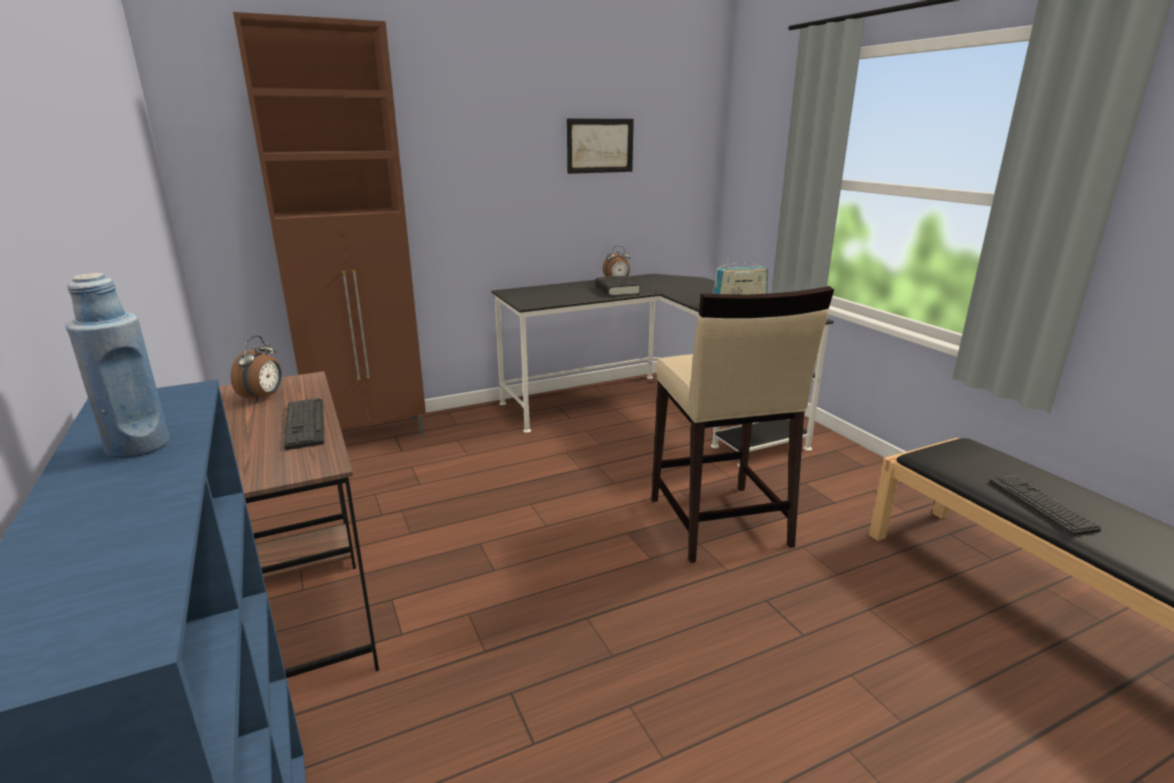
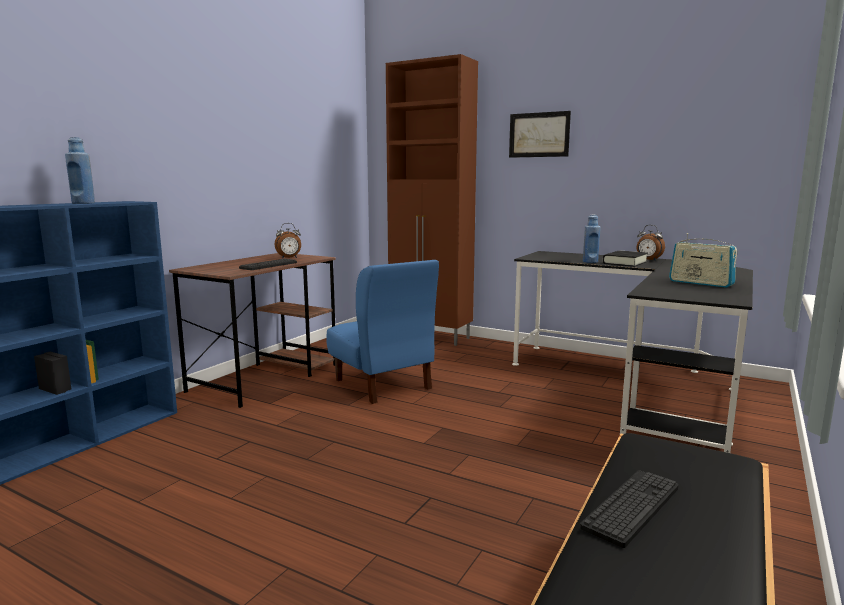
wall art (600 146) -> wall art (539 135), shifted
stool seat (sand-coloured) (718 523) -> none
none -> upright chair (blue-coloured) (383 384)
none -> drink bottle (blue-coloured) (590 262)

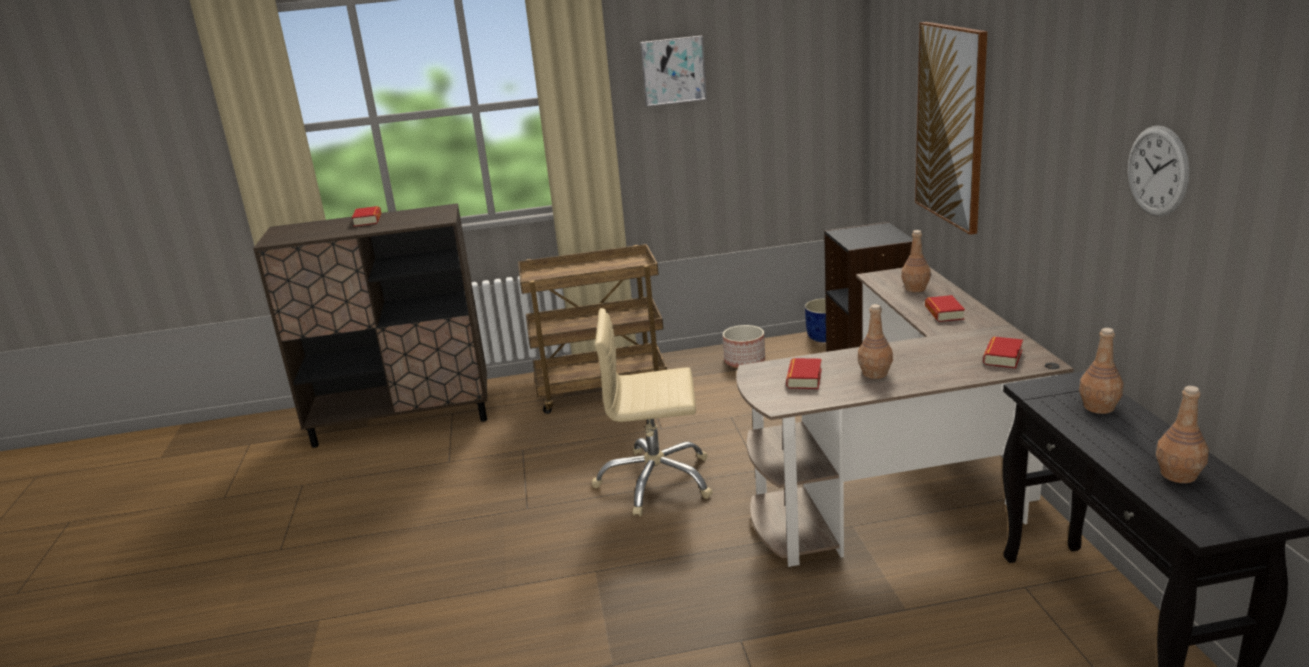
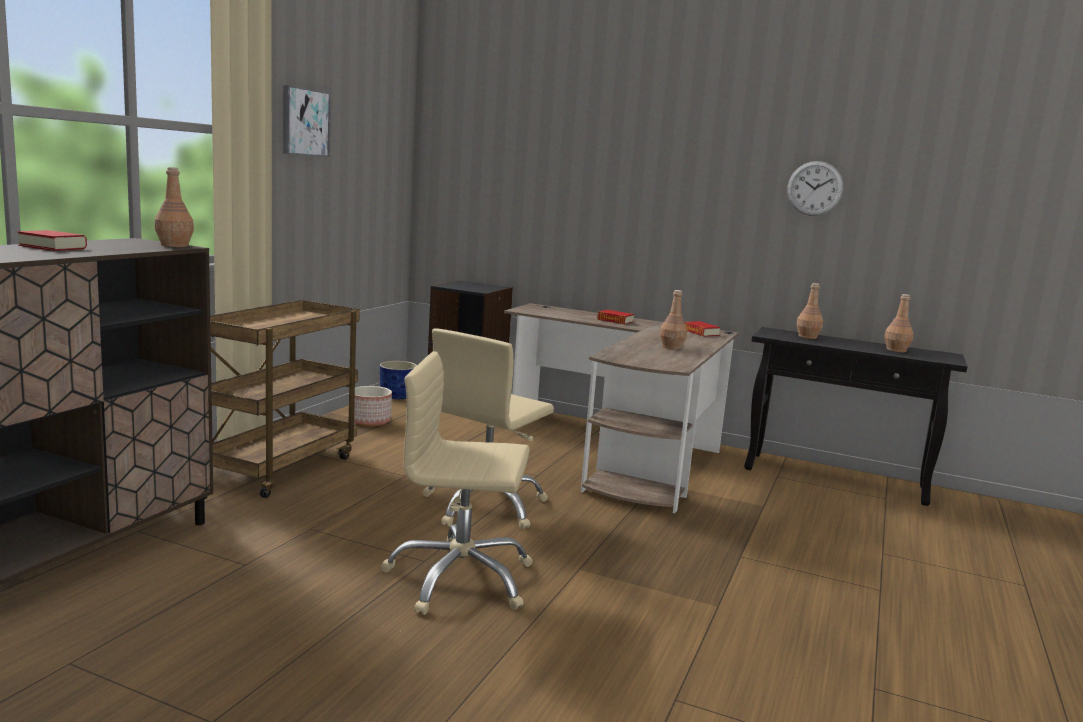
volume (804 378) -> none
drink bottle (brown-coloured) (915 288) -> drink bottle (brown-coloured) (174 245), shifted
wall art (951 125) -> none
none -> desk chair (sand-coloured) (459 579)

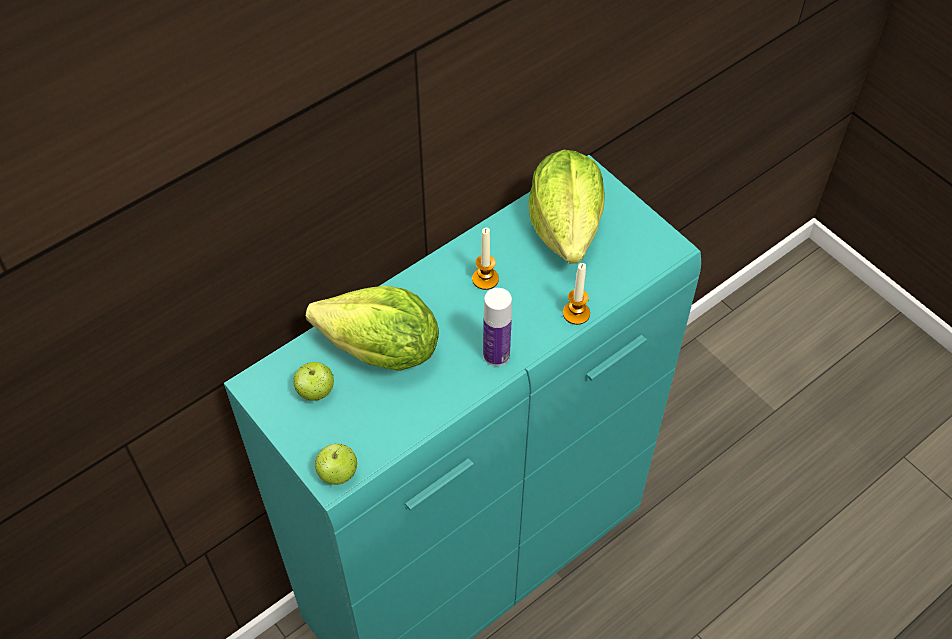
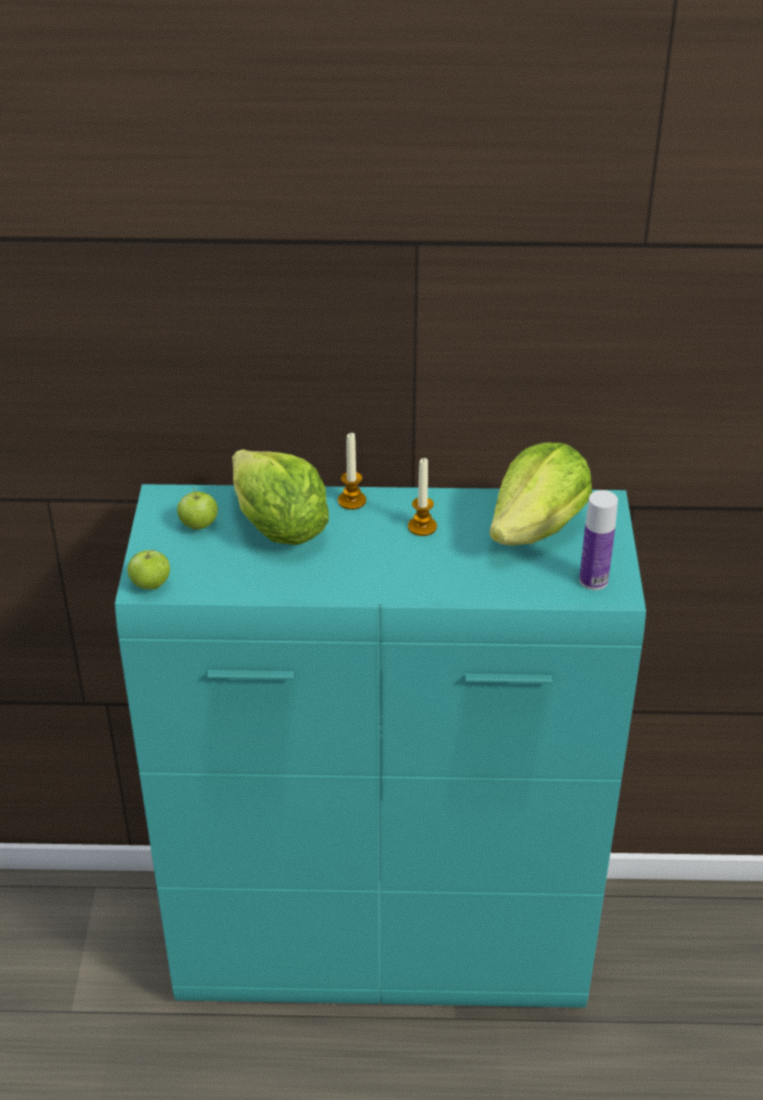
drink bottle (496 355) -> drink bottle (593 580), shifted
wax light (576 313) -> wax light (352 501), shifted

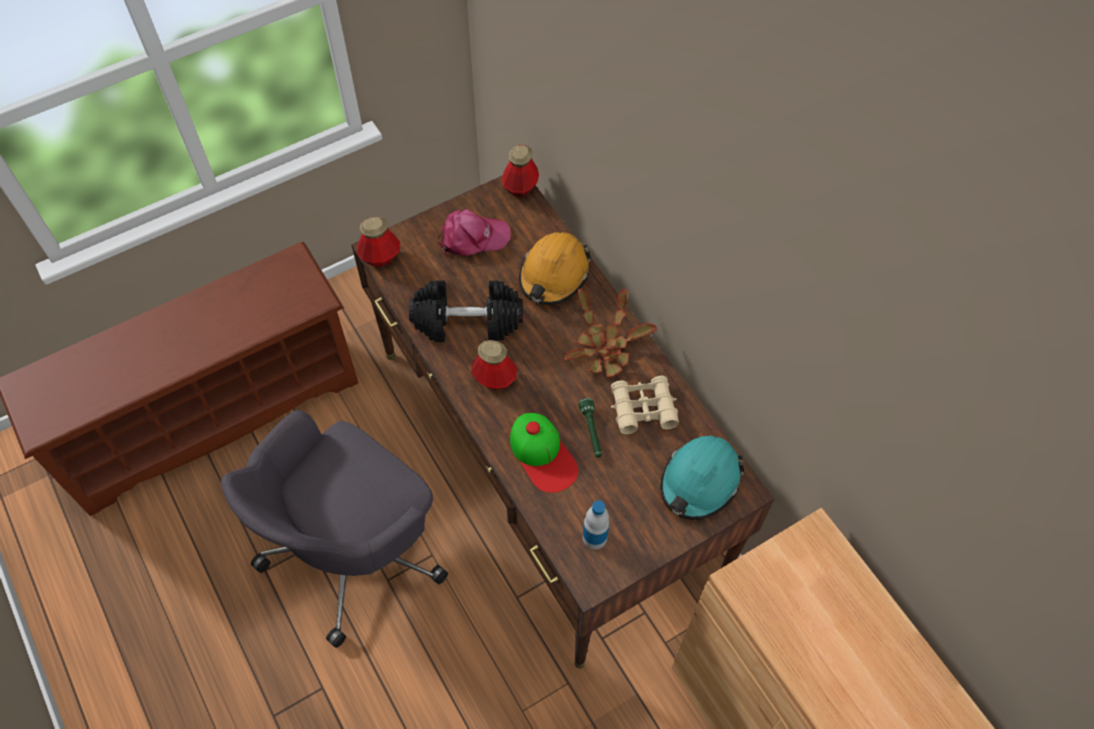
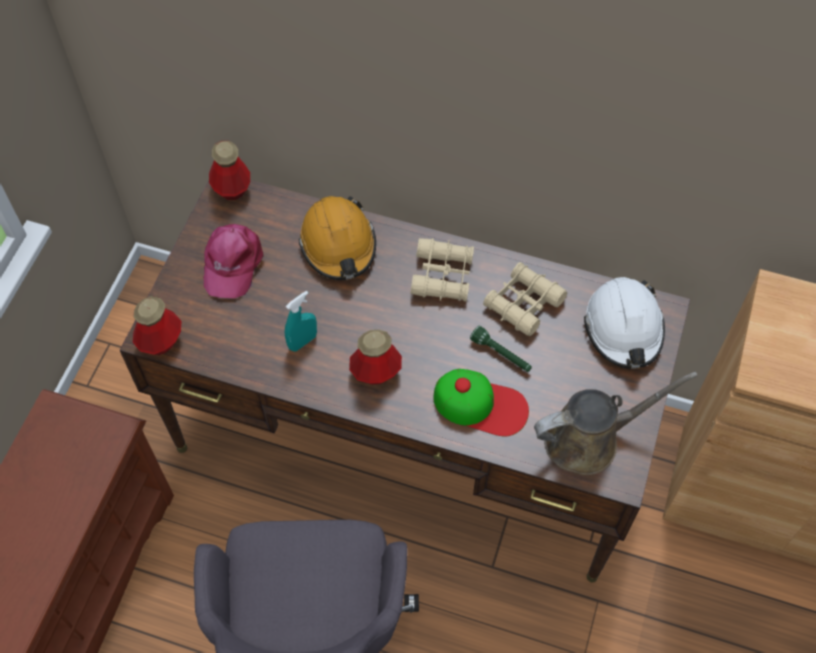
dumbbell (black-coloured) (467 323) -> spray bottle (blue-green) (302 341)
peaked cap (pinkish) (472 237) -> peaked cap (pinkish) (232 263), 150 degrees clockwise
potted plant (605 347) -> field glasses (sand-coloured) (442 275)
drink bottle (594 537) -> watering can (brown-coloured) (589 439)
hard hat (blue-green) (699 481) -> hard hat (whitish) (624 329)

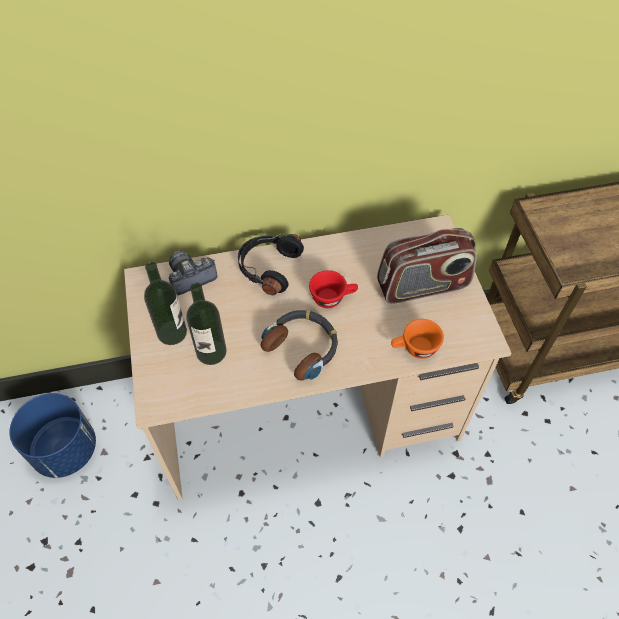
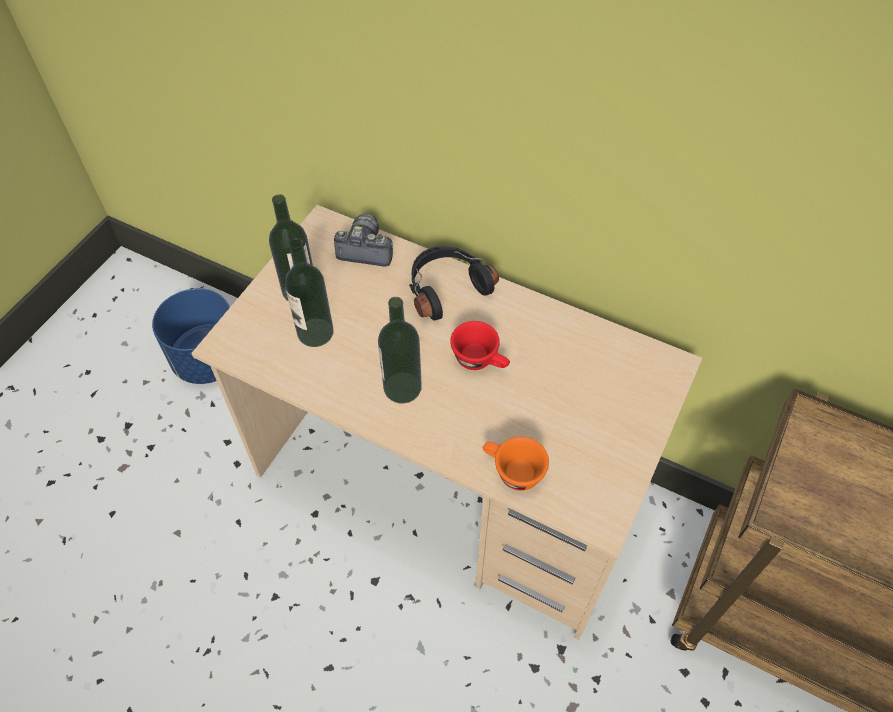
pair of headphones (303 347) -> drink bottle (402 387)
radio set (423 286) -> none

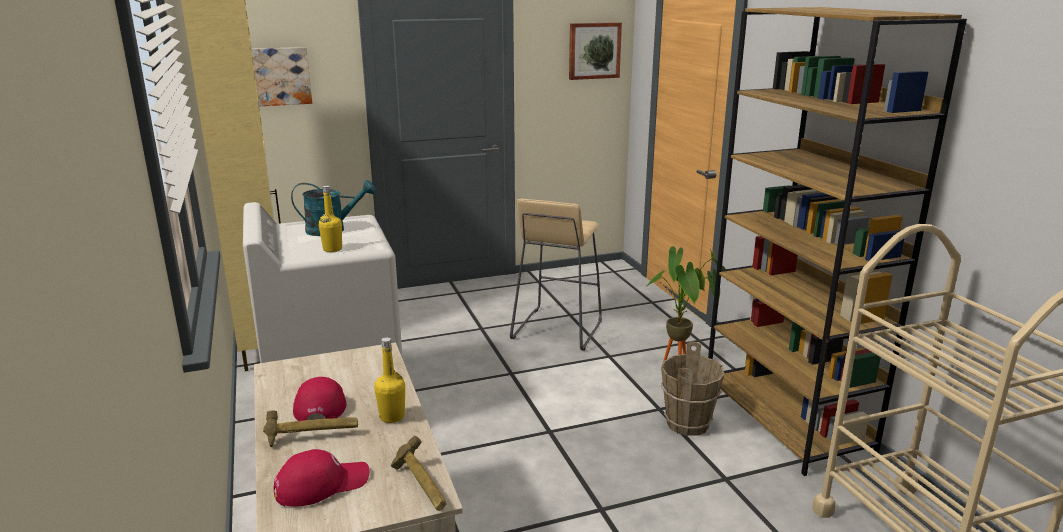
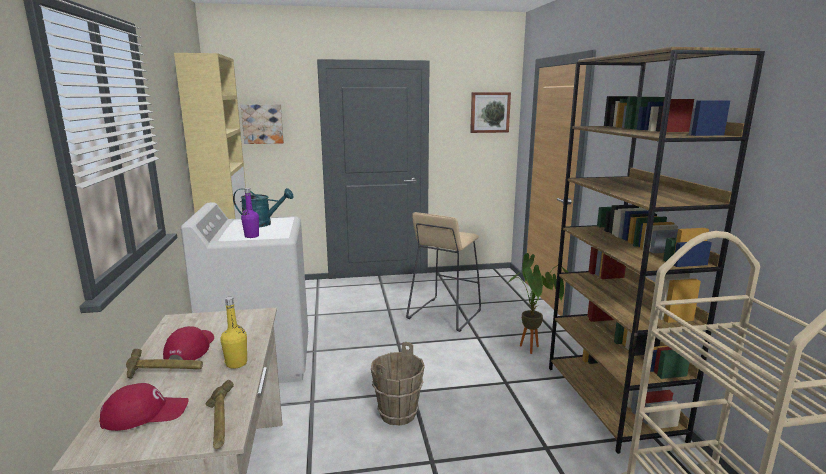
drink bottle (yellowish) (332 249) -> drink bottle (purple) (251 236)
water bucket (brown-coloured) (688 424) -> water bucket (brown-coloured) (398 414), shifted

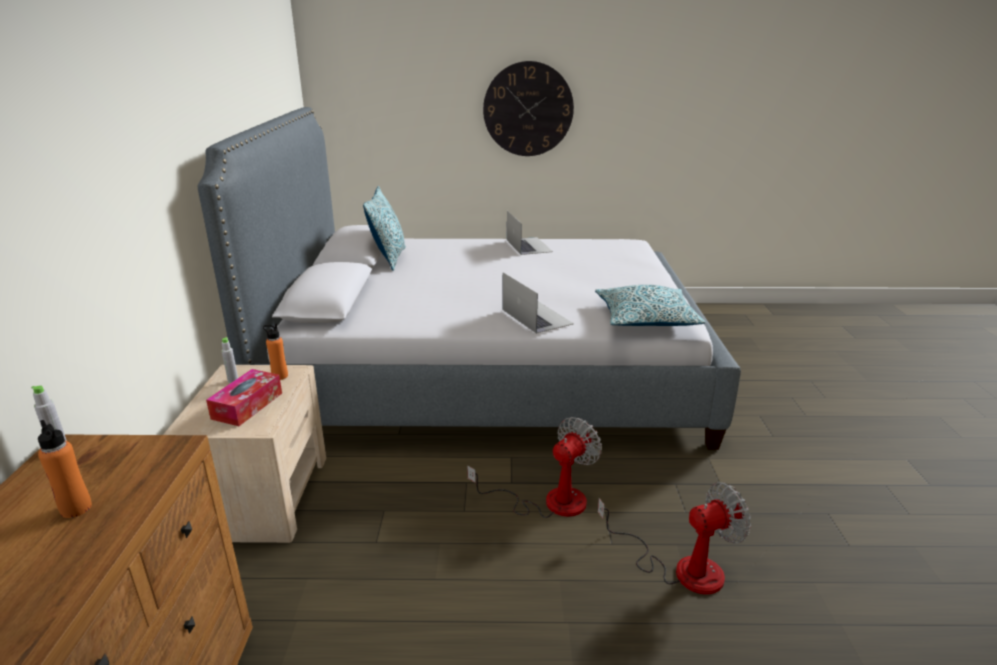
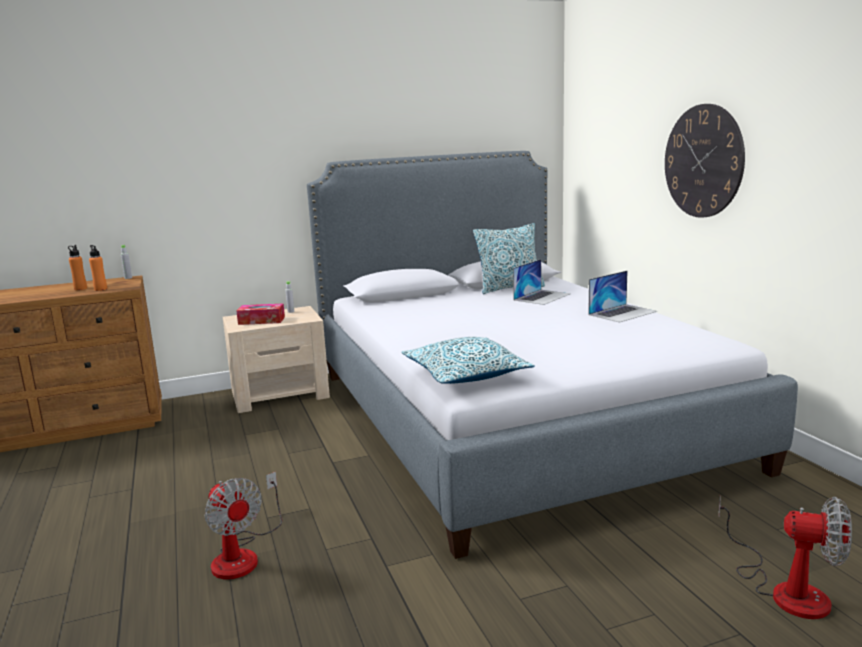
drink bottle (orangey) (280 376) -> drink bottle (orangey) (100 289), shifted
electric fan (550 502) -> electric fan (785 589), shifted
notebook computer (536 316) -> notebook computer (542 297), shifted

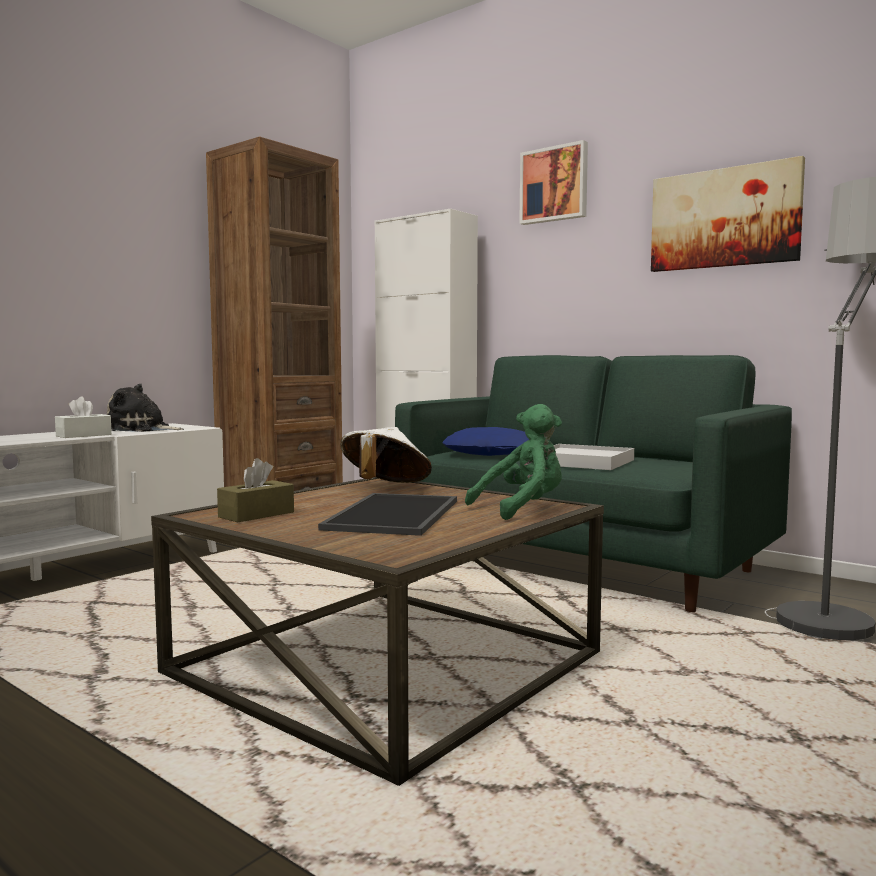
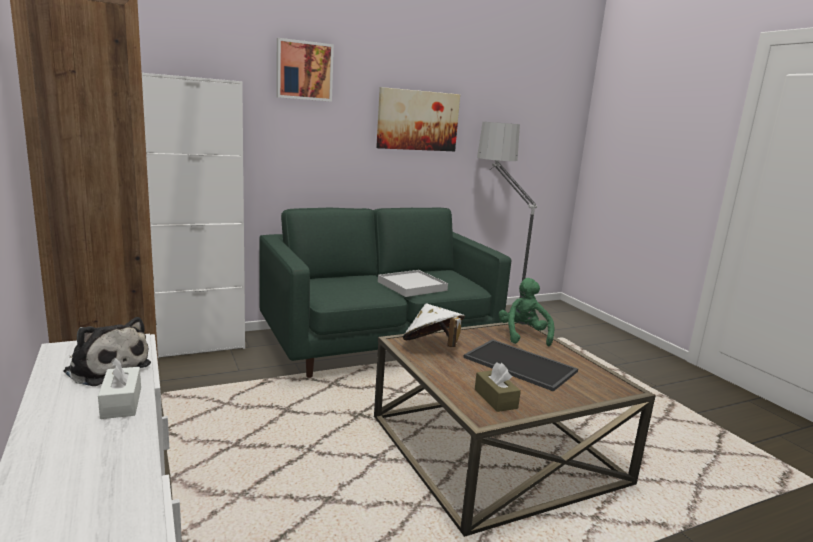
soft toy (141 430) -> soft toy (106 368), 90 degrees counterclockwise
pillow (blue-coloured) (491 453) -> none

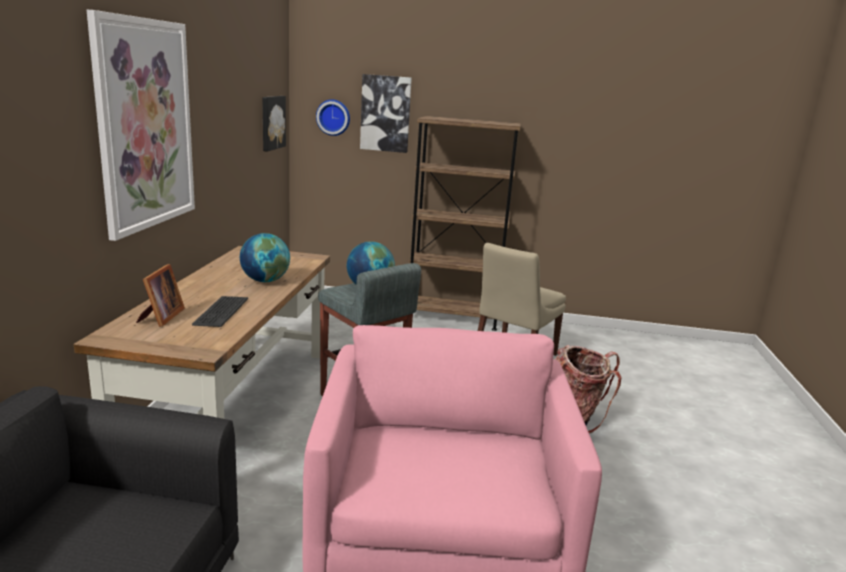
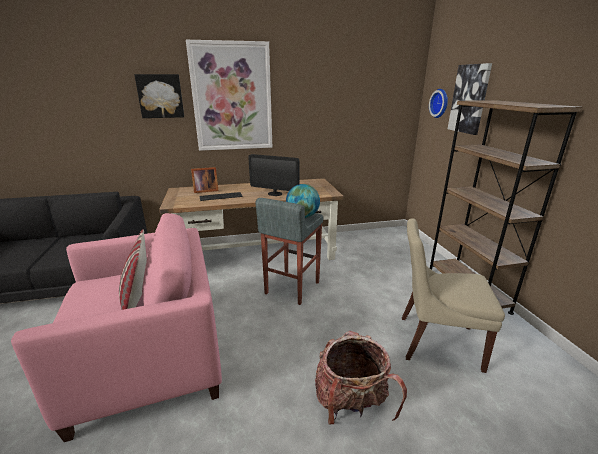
world globe (265 281) -> computer display (275 194)
wall art (272 122) -> wall art (160 96), shifted
none -> pillow (138 297)

